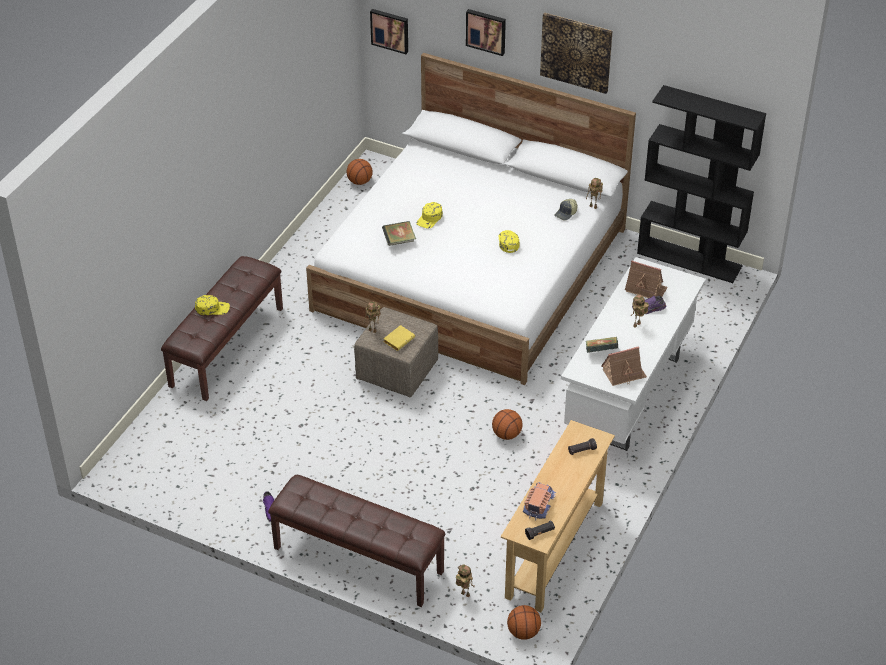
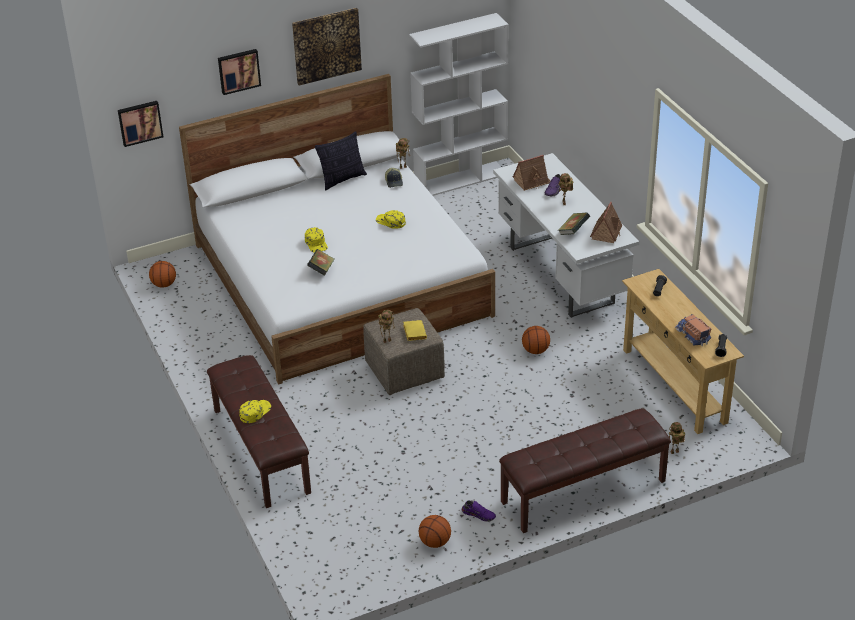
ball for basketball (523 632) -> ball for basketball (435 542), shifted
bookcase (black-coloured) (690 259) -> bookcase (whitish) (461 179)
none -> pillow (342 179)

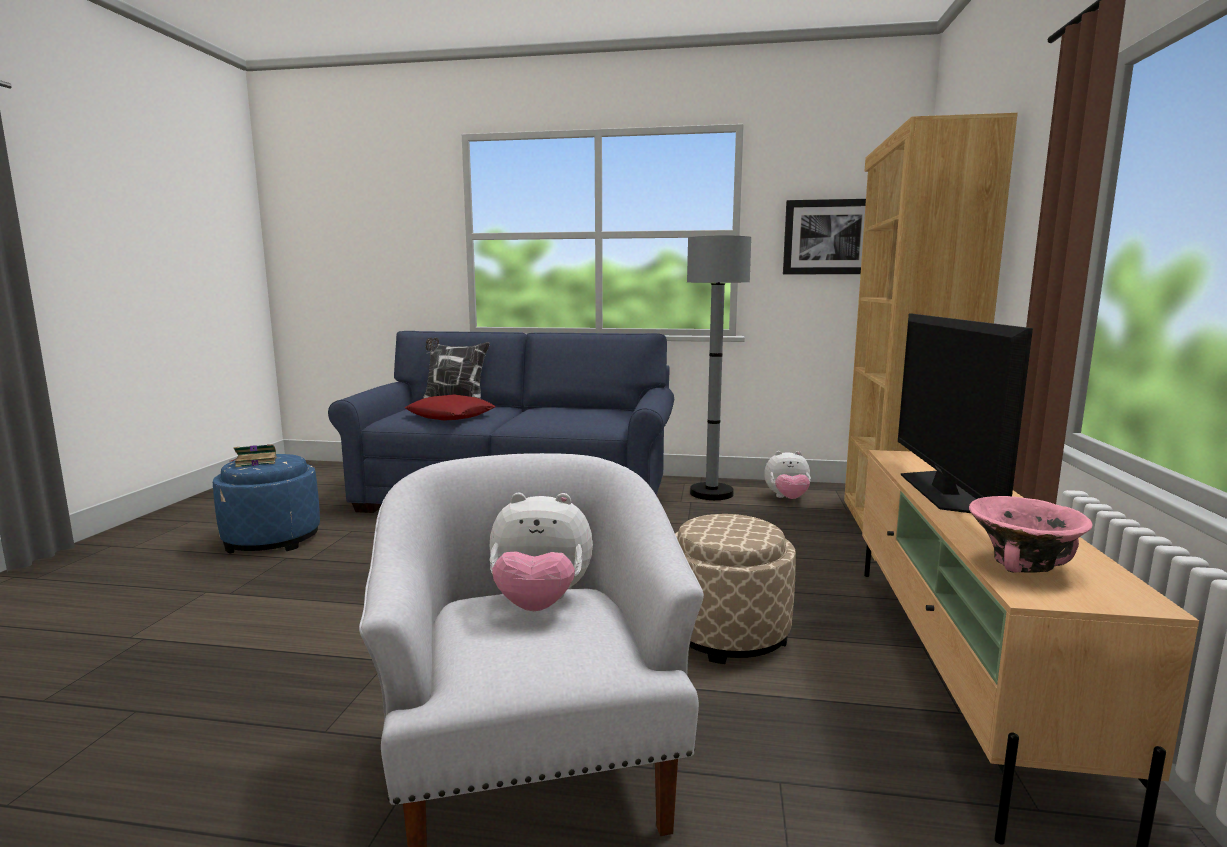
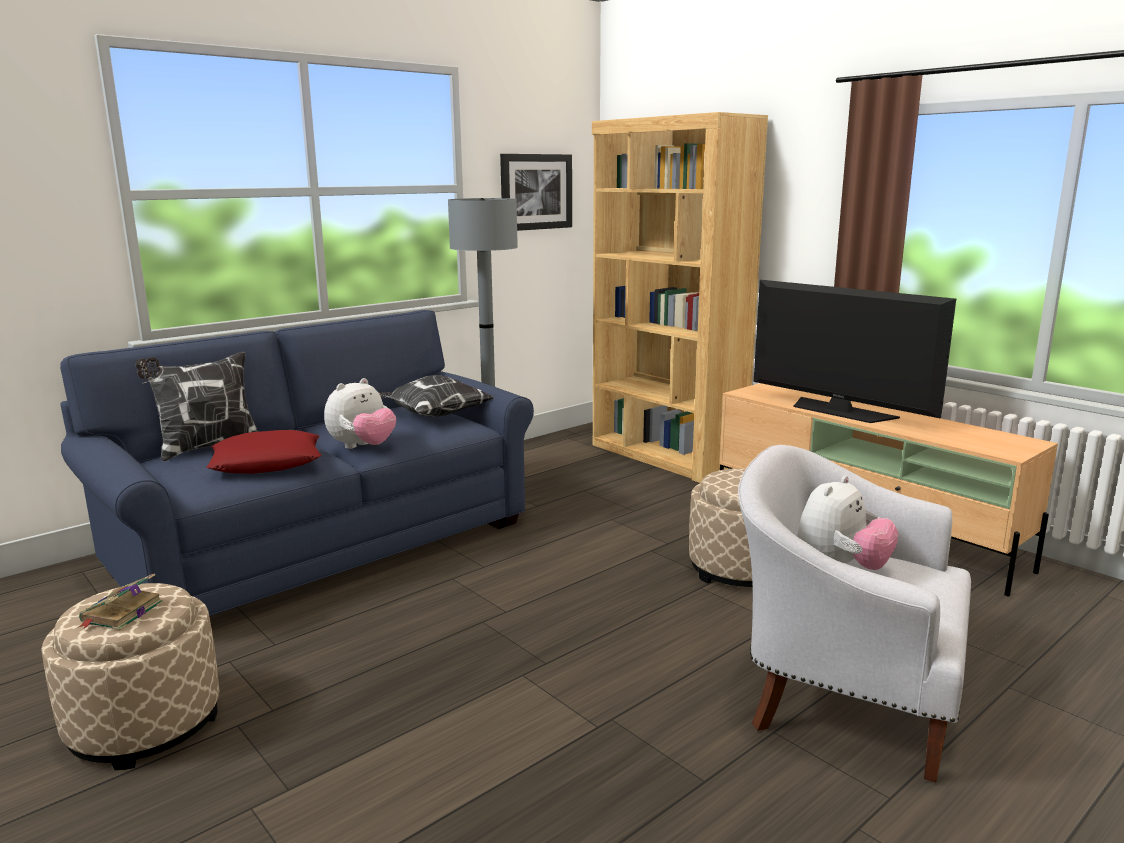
pouffe (blue-coloured) (272 539) -> pouffe (sand-coloured) (145 724)
soft toy (787 498) -> soft toy (362 447), shifted
bowl (pinkish) (1021 565) -> none
none -> pillow (433 416)

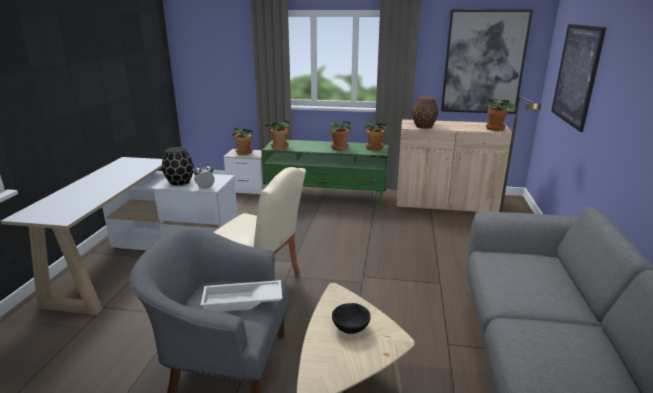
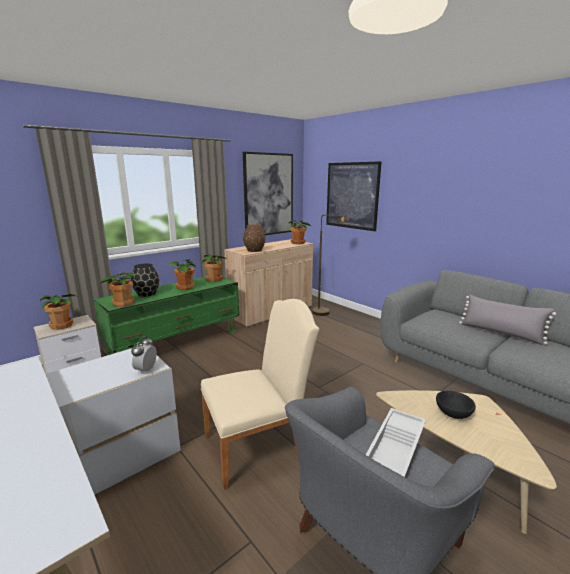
flower vase (black-coloured) (180 182) -> flower vase (black-coloured) (147 294), shifted
none -> pillow (gray) (501 333)

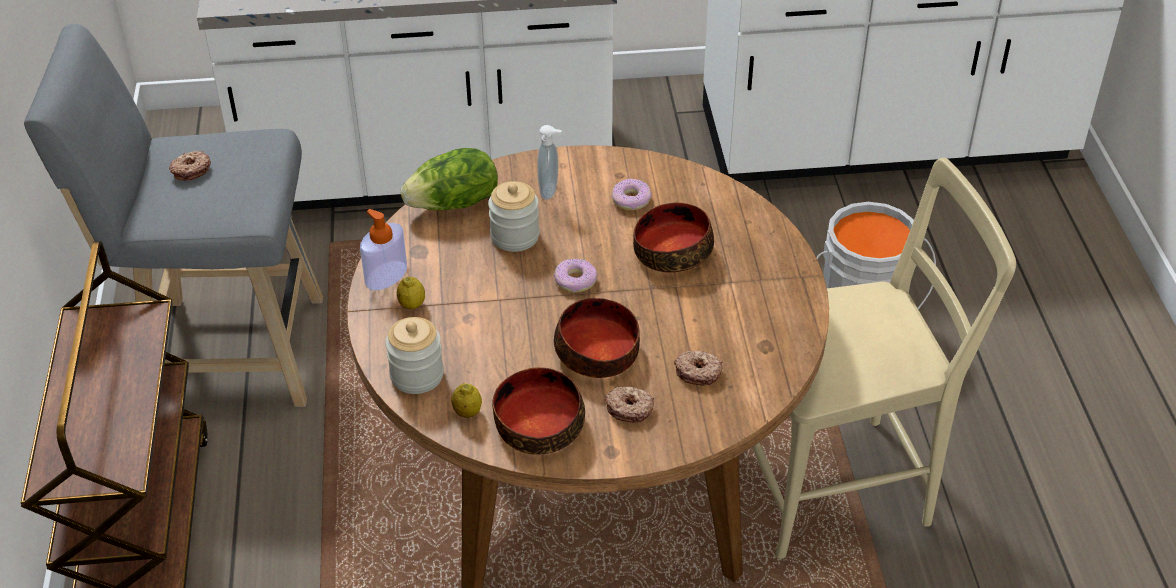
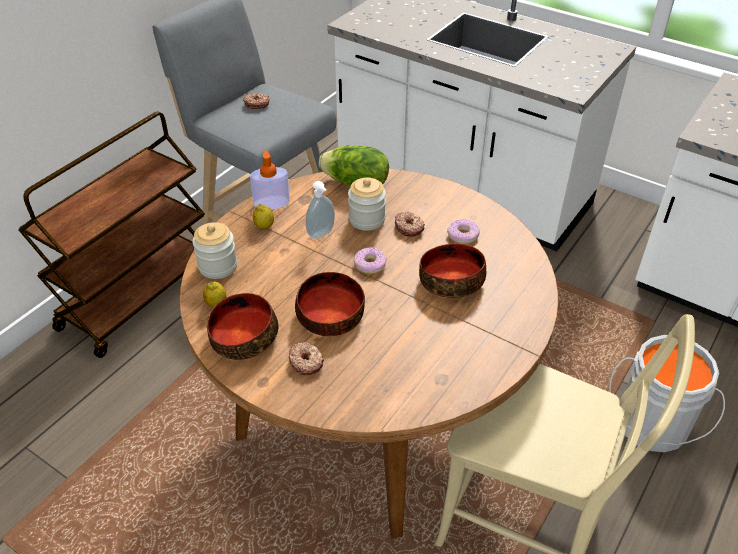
soap bottle (550 191) -> soap bottle (322 234), shifted
donut (698 372) -> donut (409 227), shifted

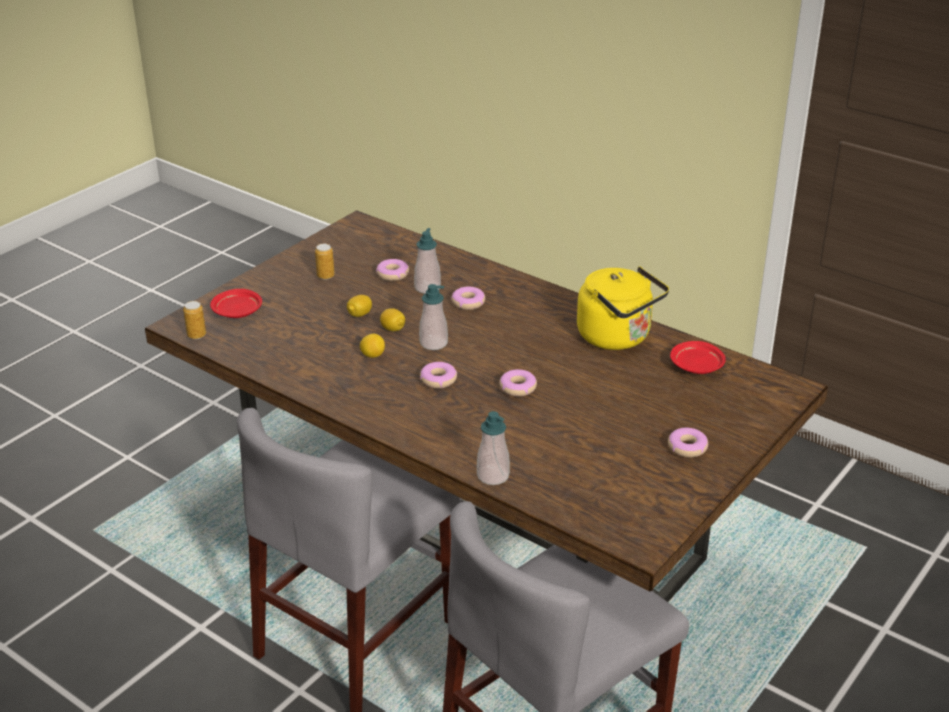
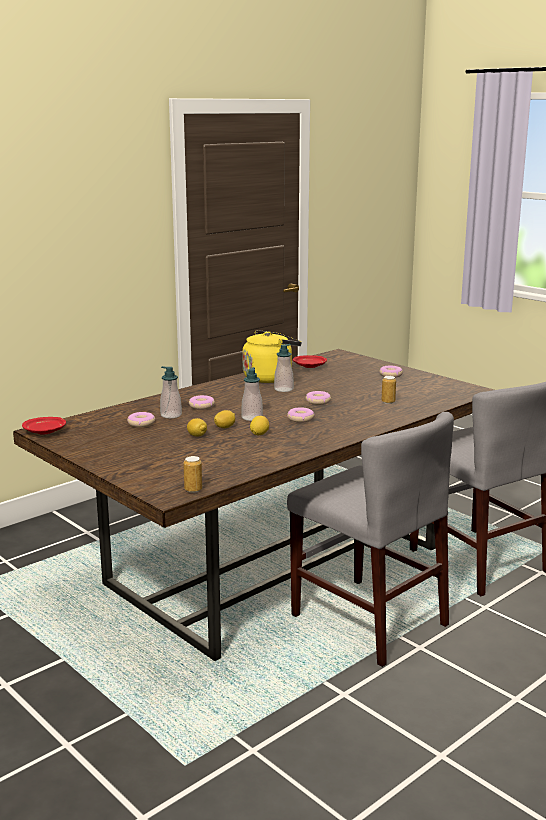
plate (red) (237 312) -> plate (red) (45 432), shifted
metal can (325 276) -> metal can (388 402), shifted
soap bottle (493 476) -> soap bottle (283 389), shifted

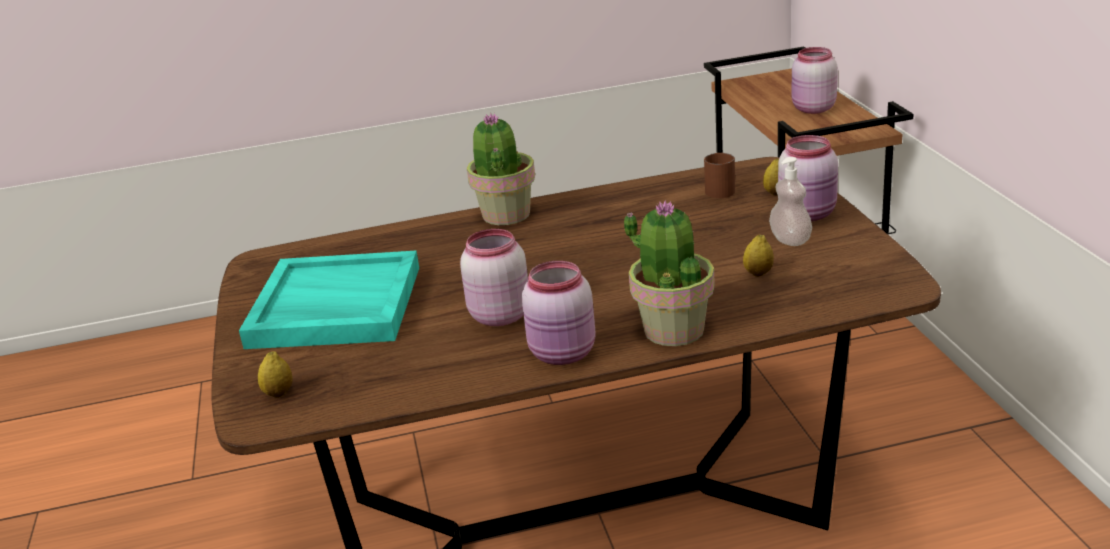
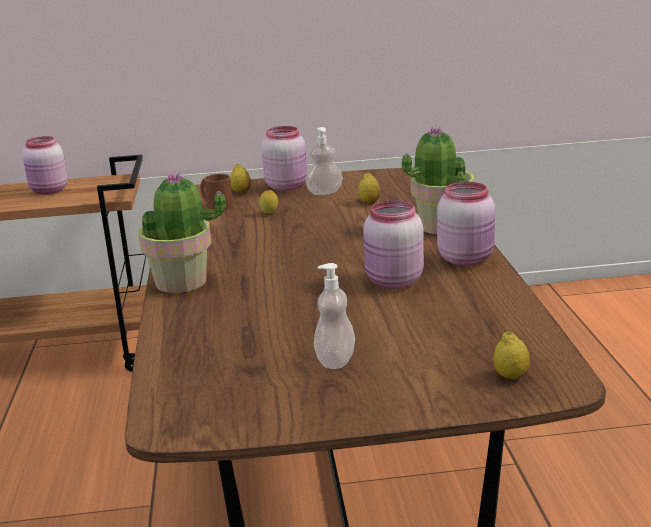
tray (blue-green) (334 307) -> soap bottle (335 360)
none -> citrus fruit (269 214)

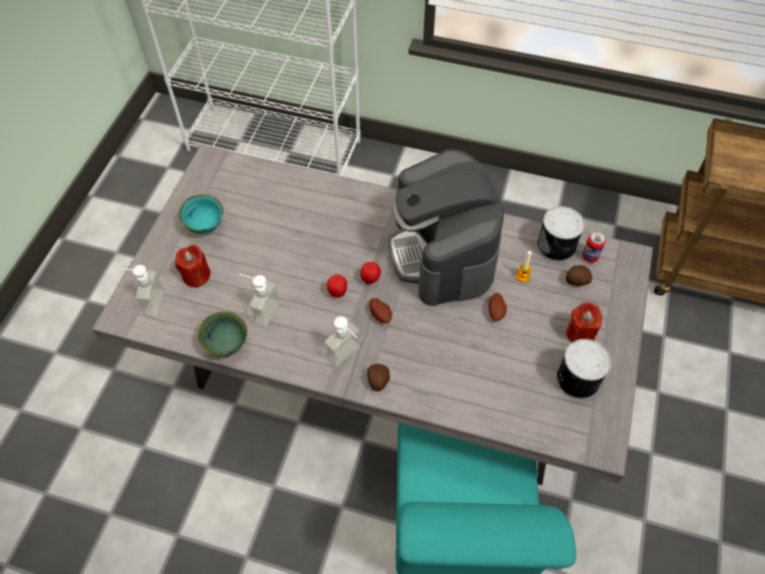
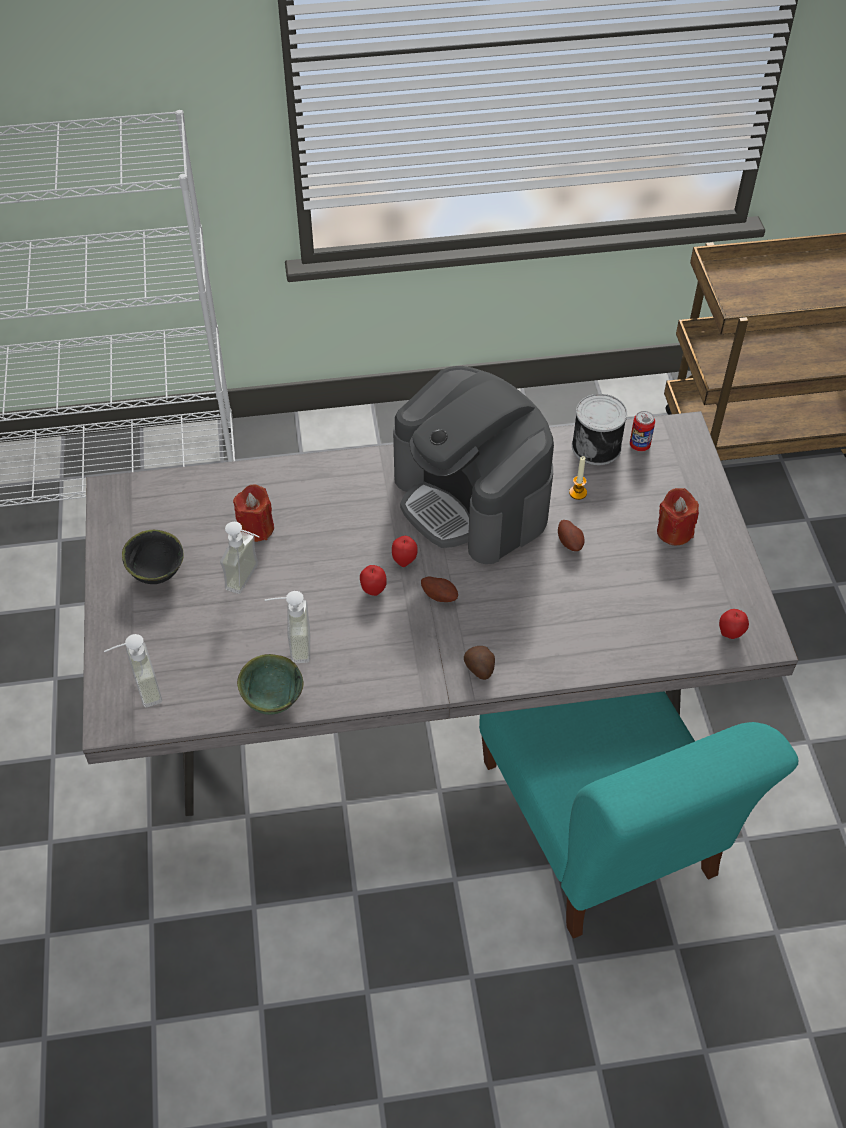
wax light (red) (196 276) -> wax light (red) (256 528), shifted
bowl (blue-green) (206 226) -> bowl (black-coloured) (157 573)
soap bottle (348 358) -> soap bottle (250 579), shifted
metal can (576 379) -> none
potato (576 281) -> none
none -> apple (730 634)

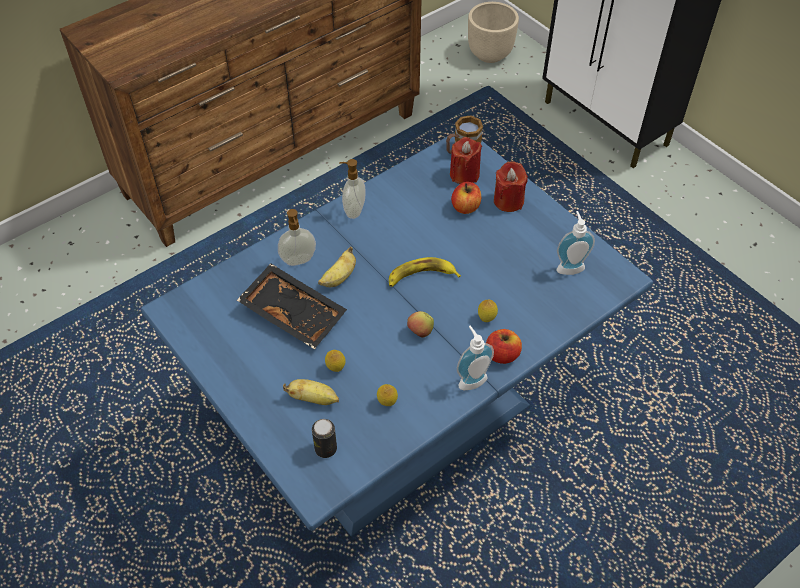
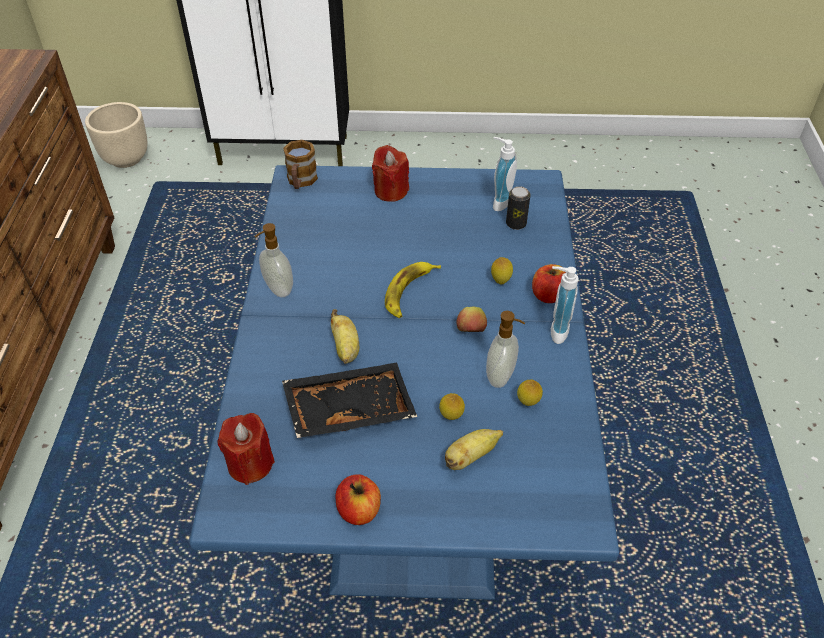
soap bottle (298 261) -> soap bottle (501 376), shifted
metal can (325 449) -> metal can (516 224), shifted
wax light (red) (464 174) -> wax light (red) (250 464), shifted
apple (465 207) -> apple (359 510), shifted

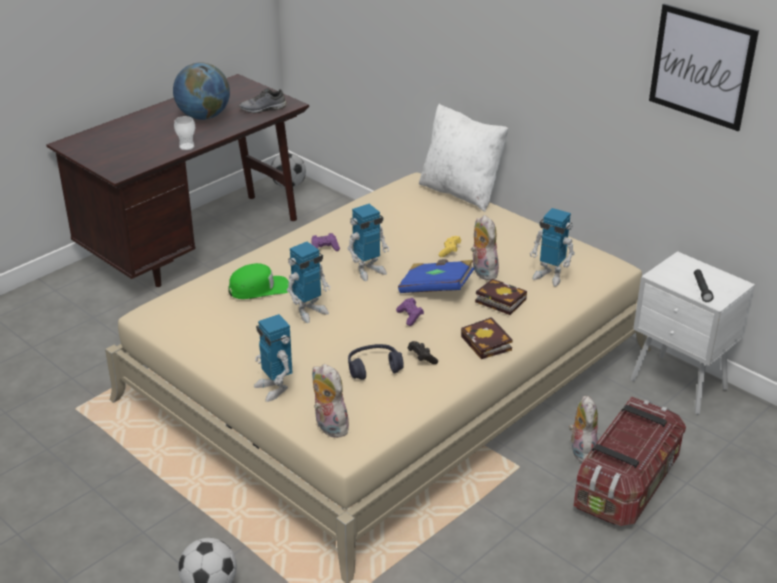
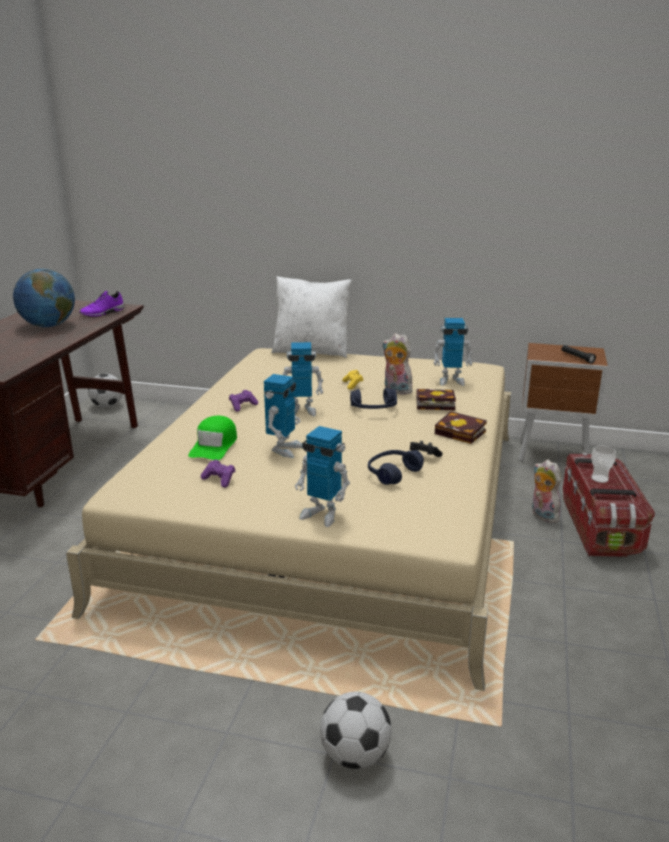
small cup (186 146) -> small cup (599 479), shifted
peaked cap (green) (259 288) -> peaked cap (green) (214 446), 150 degrees clockwise
item of footwear (gray) (263 109) -> item of footwear (purple) (103 313)
soft toy (328 427) -> none
toy robot (368 271) -> toy robot (302 410), 60 degrees clockwise
joypad (purple) (410 317) -> joypad (purple) (219 480), shifted
volume (blue-coloured) (436 288) -> pair of headphones (blue-coloured) (374 408)
nightstand (whitish) (679 387) -> nightstand (brown-coloured) (555 455)
wall art (701 66) -> none

